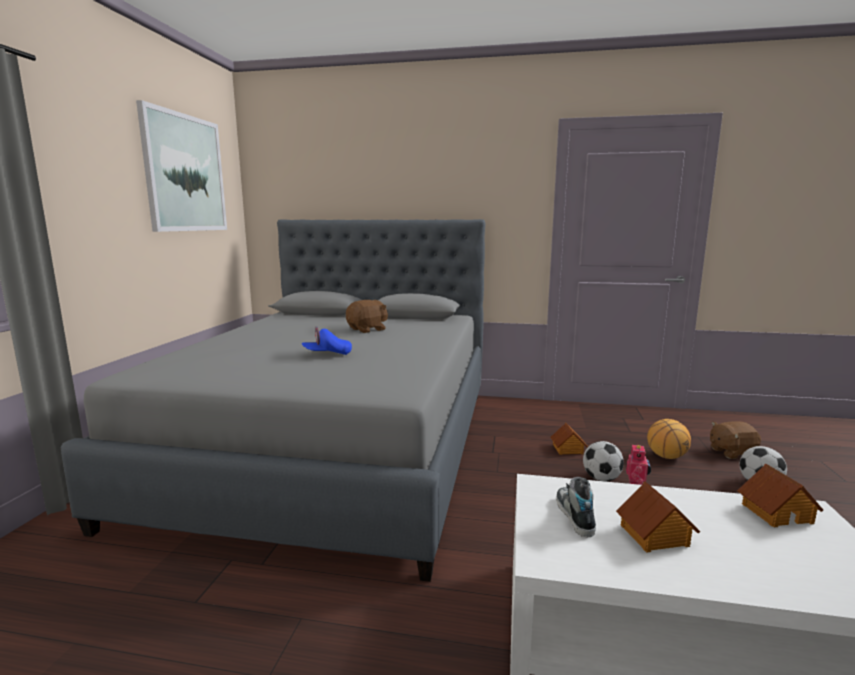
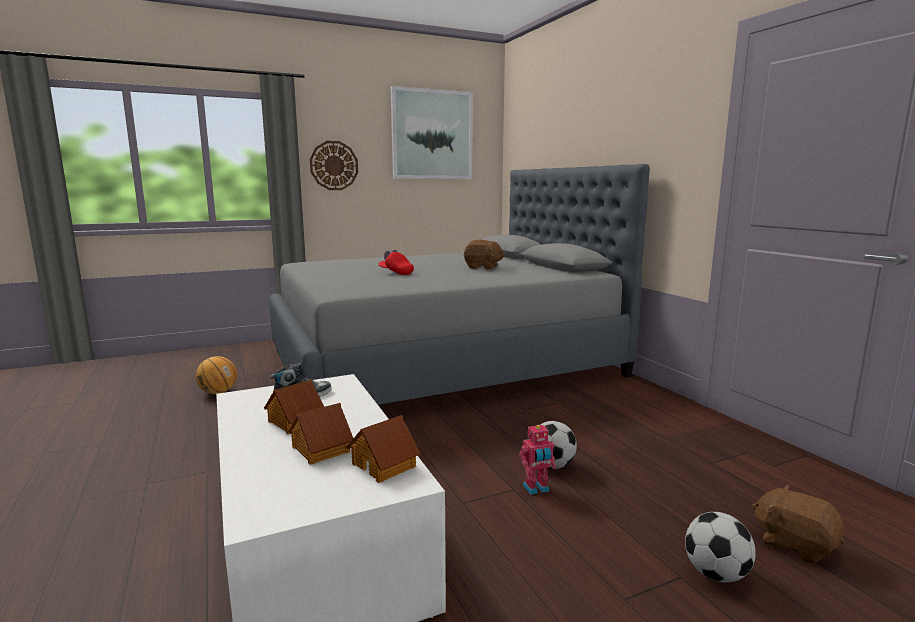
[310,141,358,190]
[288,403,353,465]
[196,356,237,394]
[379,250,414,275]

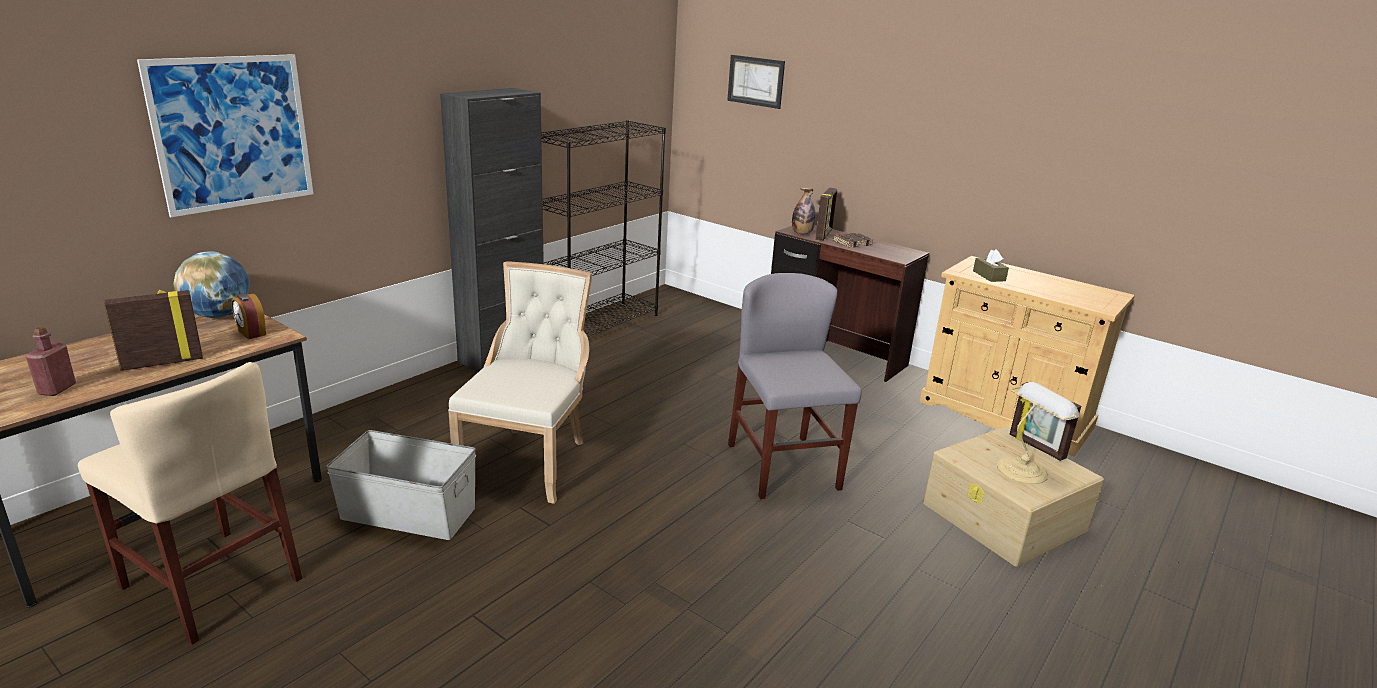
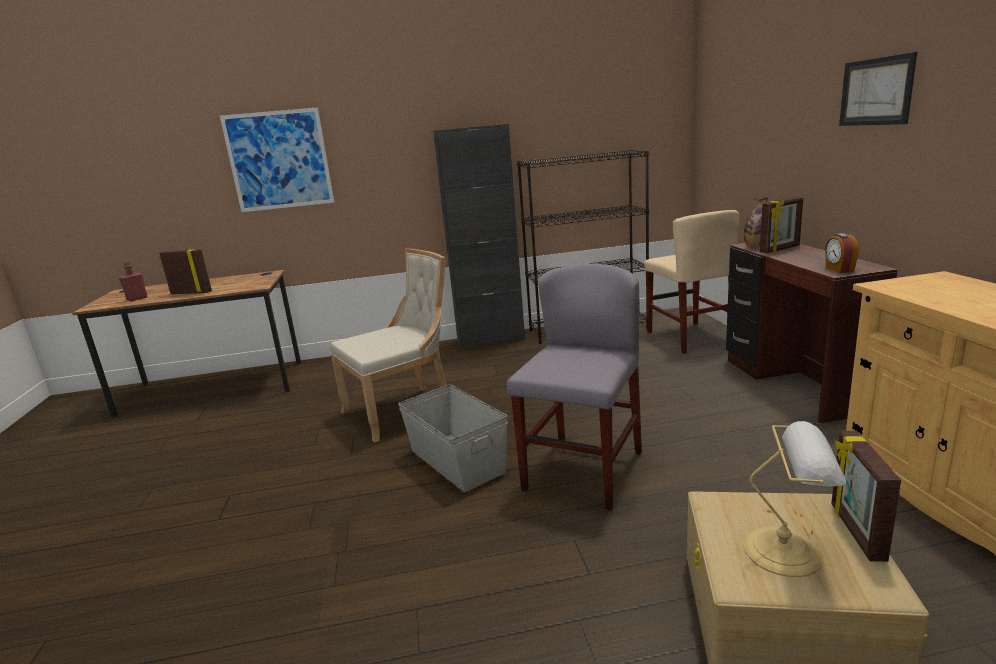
[173,251,250,318] (first image)
[833,233,874,248] (first image)
[973,249,1009,282] (first image)
[644,210,739,354]
[825,233,859,273]
[398,385,508,492]
[839,52,917,126]

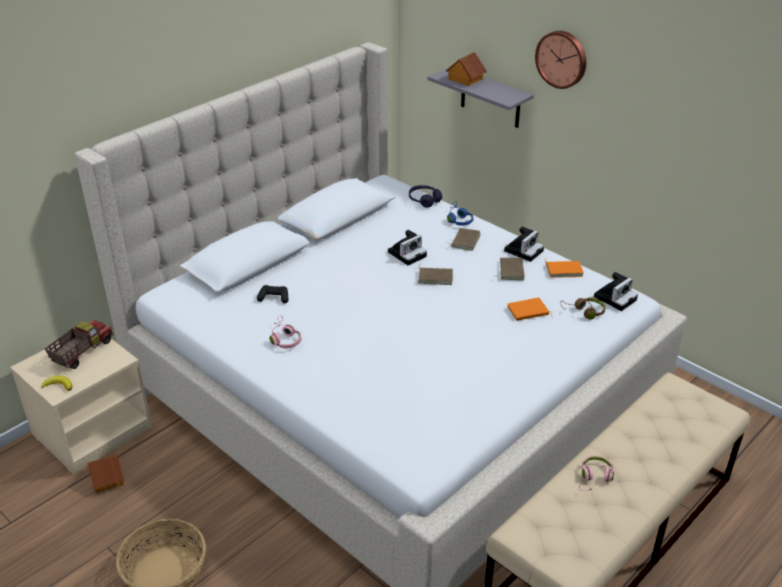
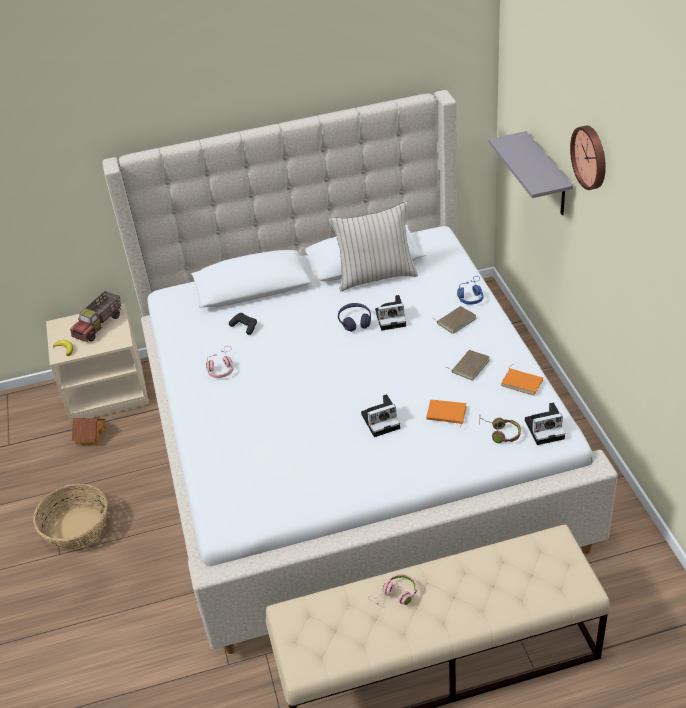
[418,264,453,285] (first image)
[446,52,487,86] (first image)
[329,202,418,291]
[338,303,371,332]
[361,394,400,437]
[70,291,121,342]

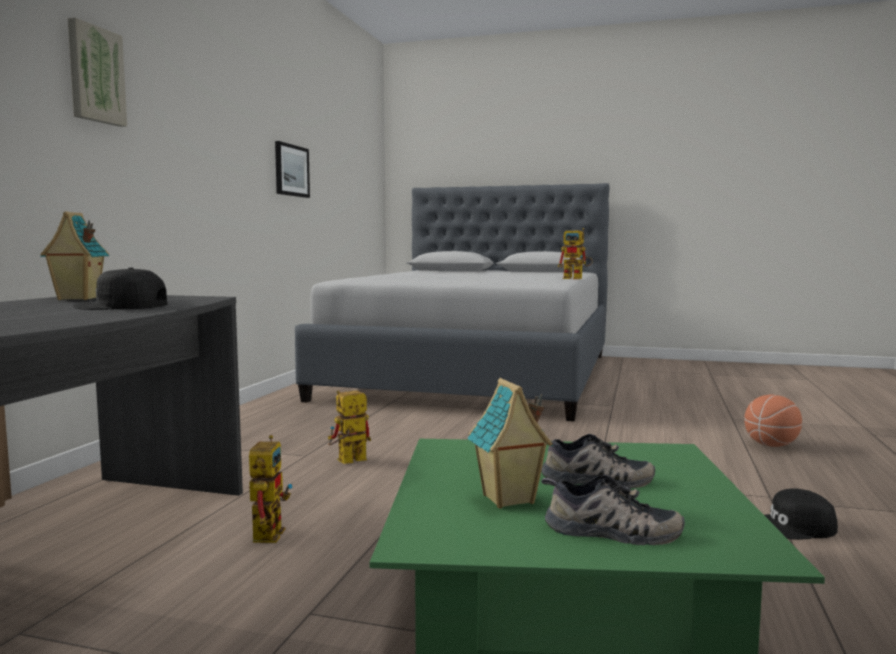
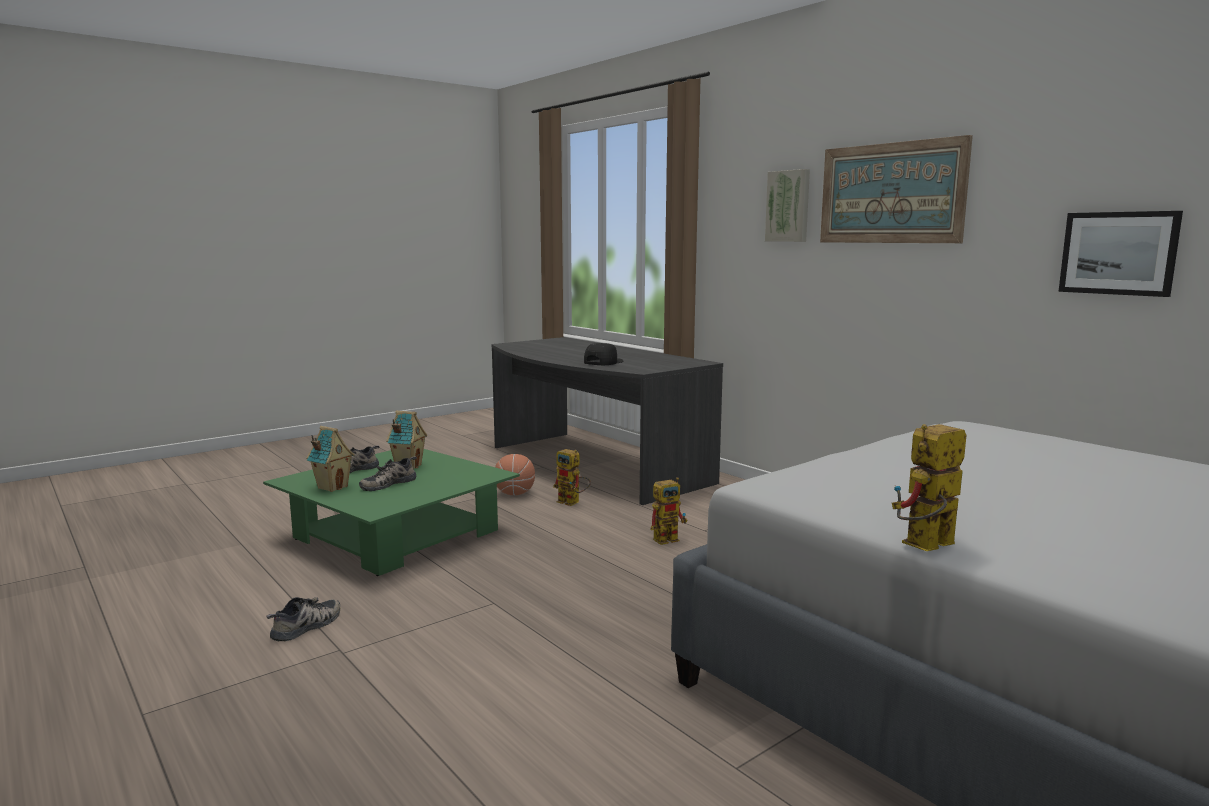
[820,135,973,243]
[306,426,355,492]
[495,454,535,495]
[266,597,340,641]
[650,477,687,545]

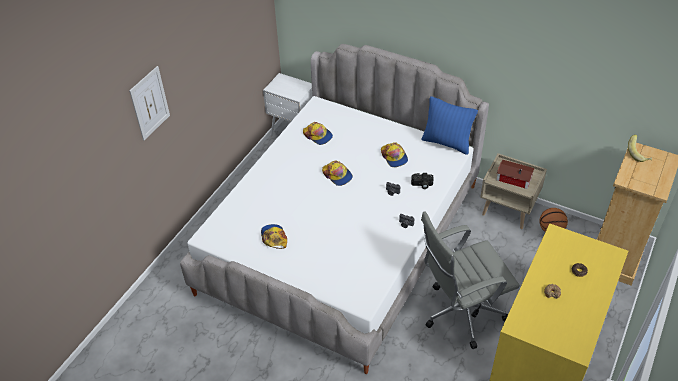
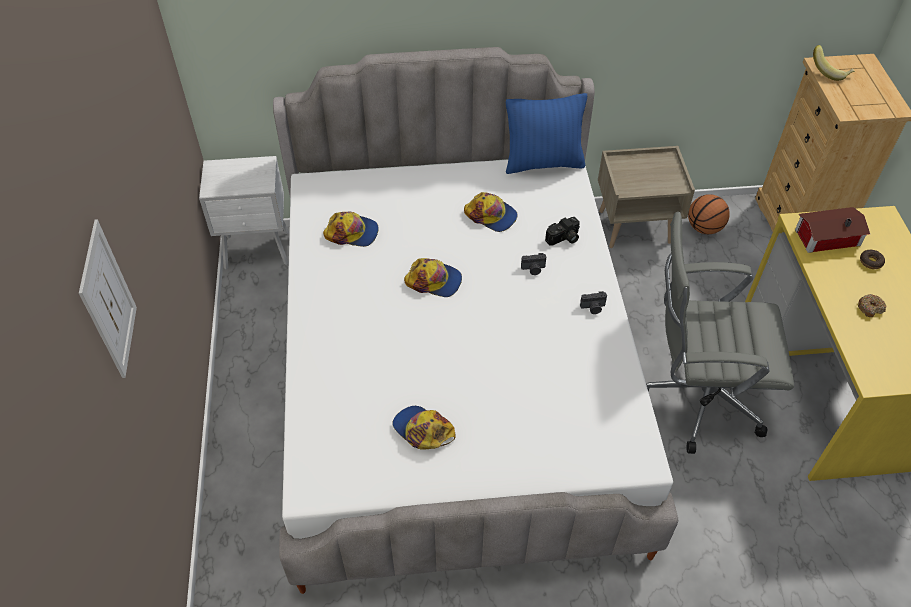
[795,207,870,253]
[646,212,794,454]

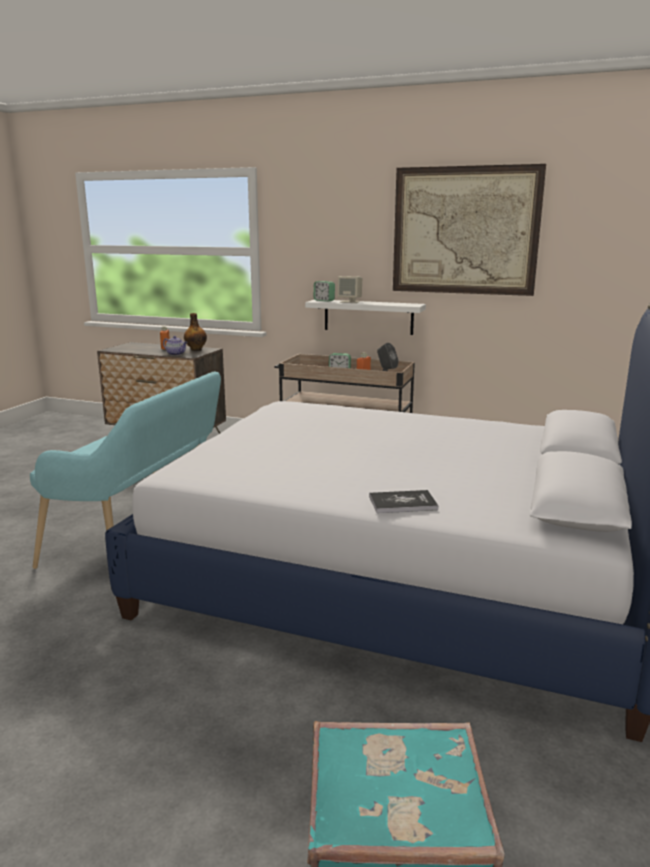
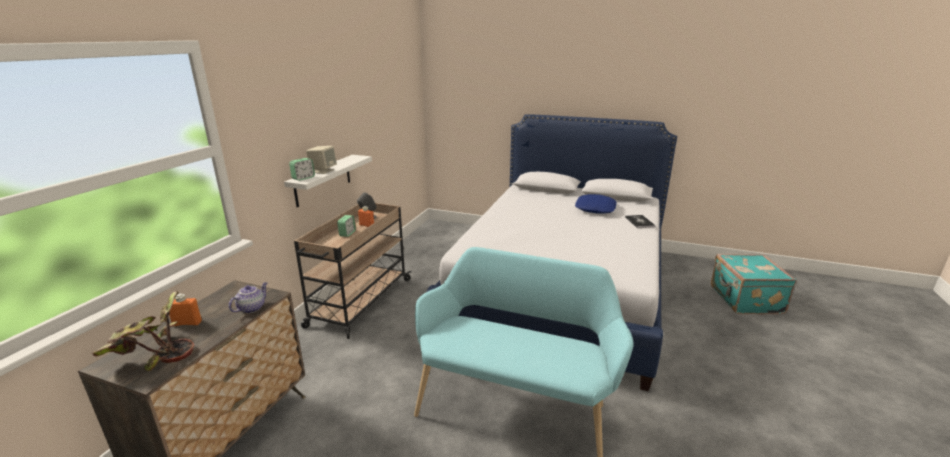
[184,313,207,351] (first image)
[393,164,546,296] (first image)
[92,291,194,371]
[575,194,617,214]

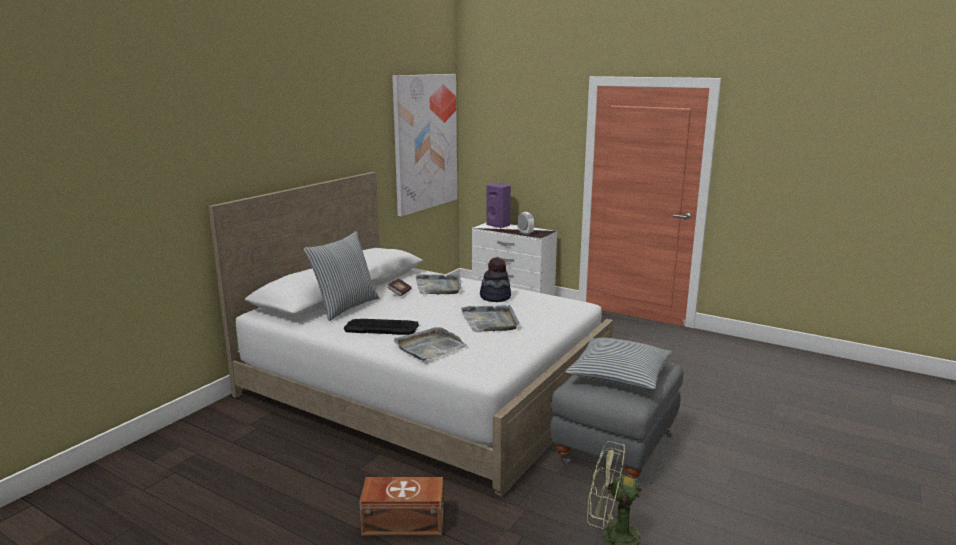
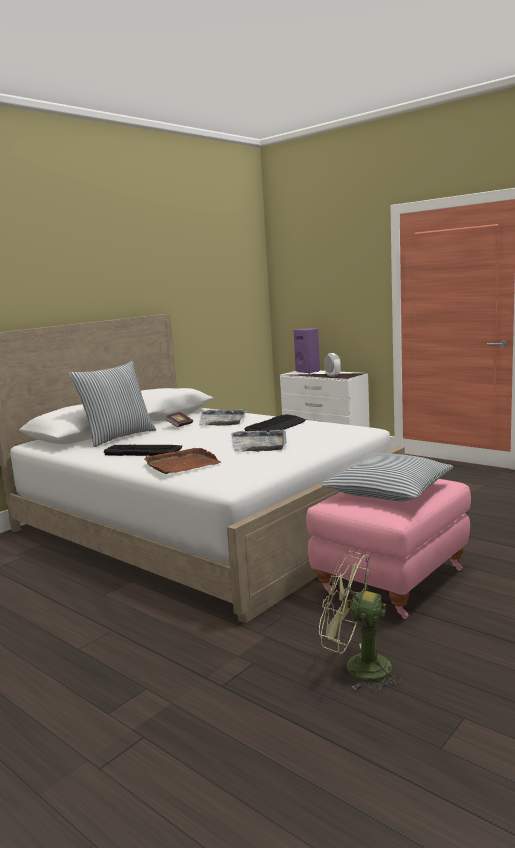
[359,477,444,535] (first image)
[392,74,457,216] (first image)
[244,414,306,432]
[144,448,221,474]
[306,479,471,619]

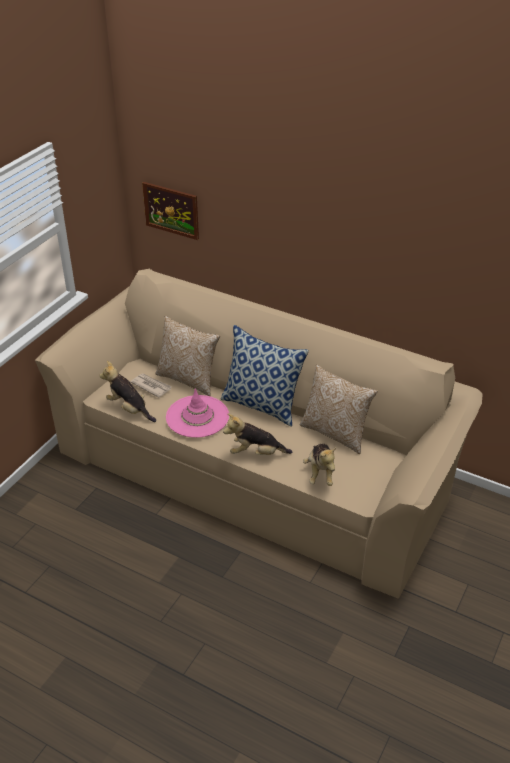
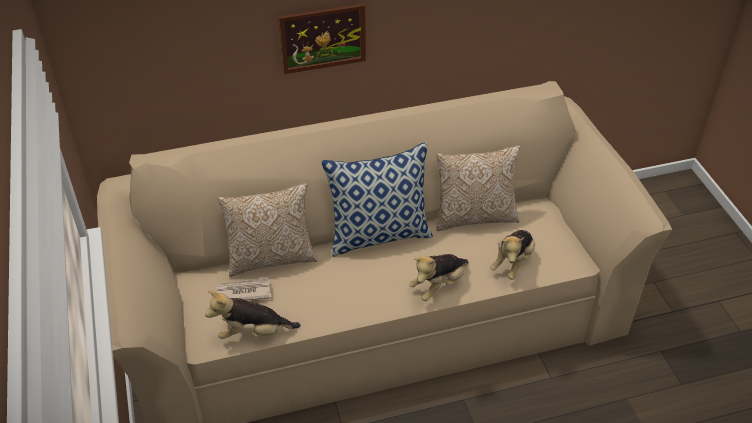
[166,389,229,438] (first image)
[278,4,366,74]
[490,230,535,280]

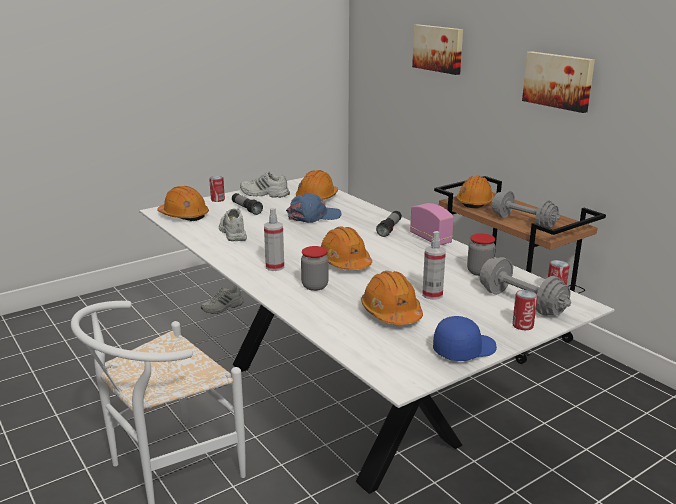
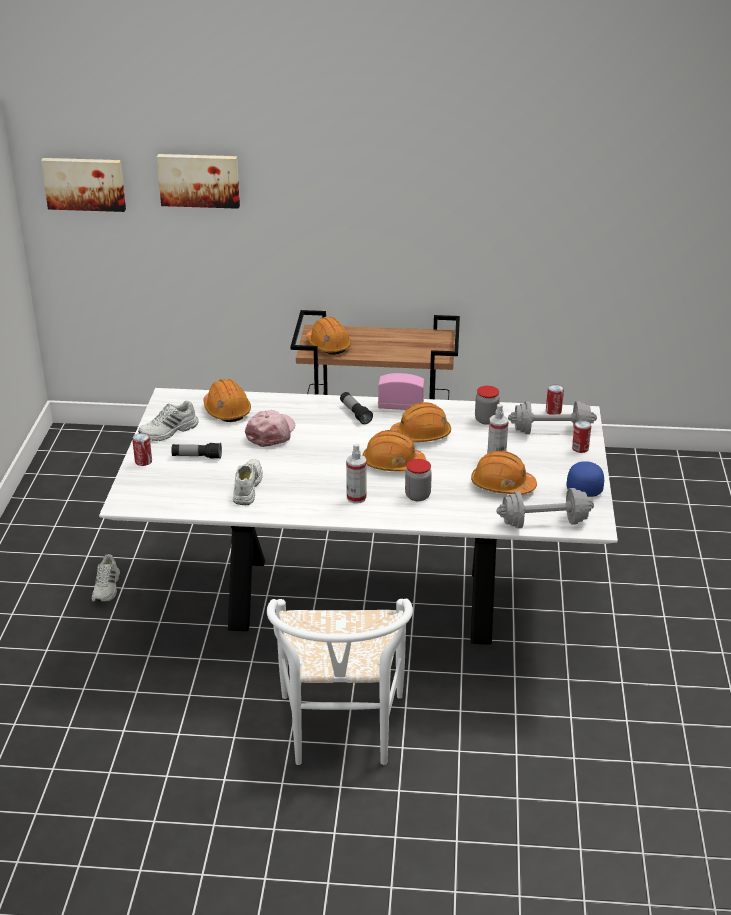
[390,402,451,442]
[497,488,594,528]
[41,158,126,212]
[245,410,295,447]
[233,459,263,505]

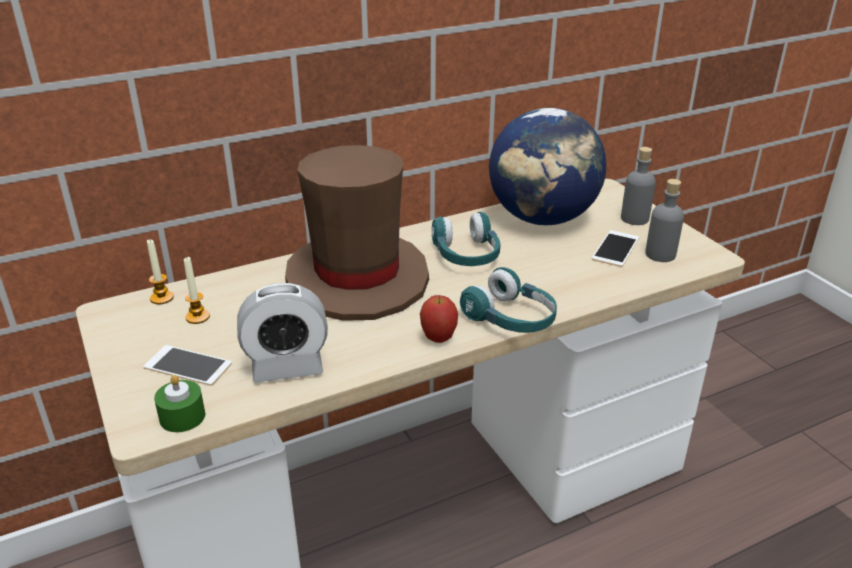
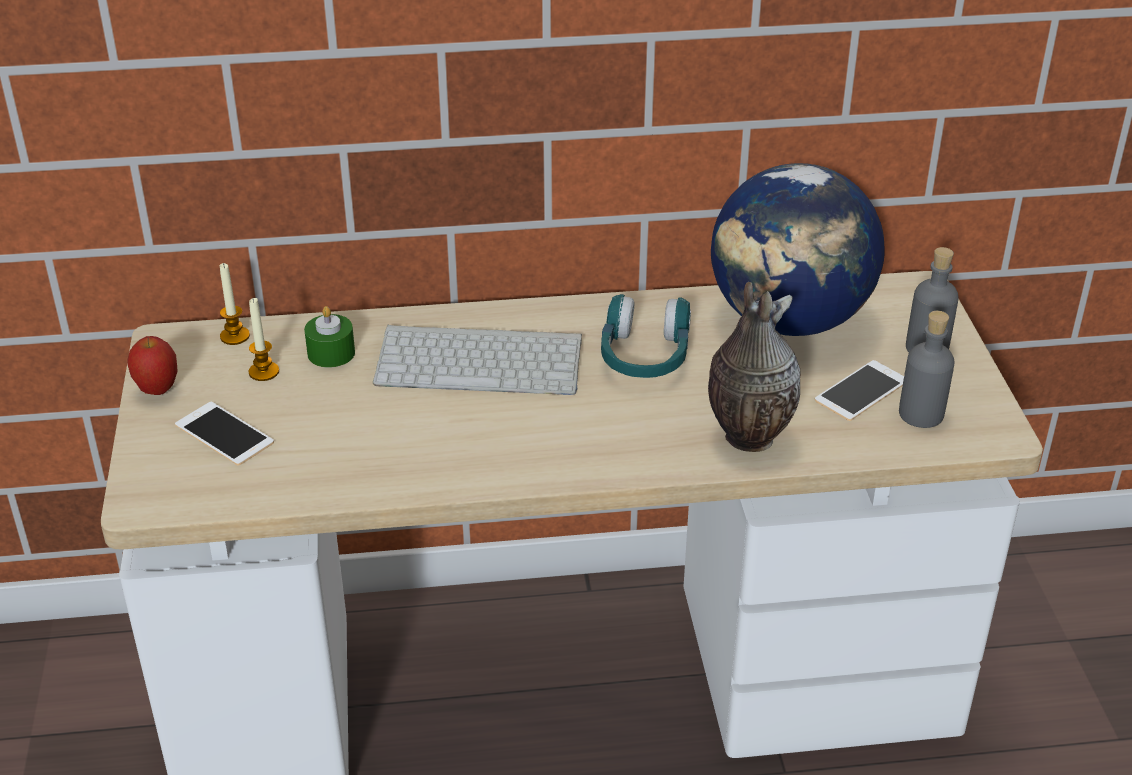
[237,283,328,383] (first image)
[460,267,557,333] (first image)
[708,282,801,452]
[304,306,355,368]
[128,336,177,395]
[373,325,582,395]

